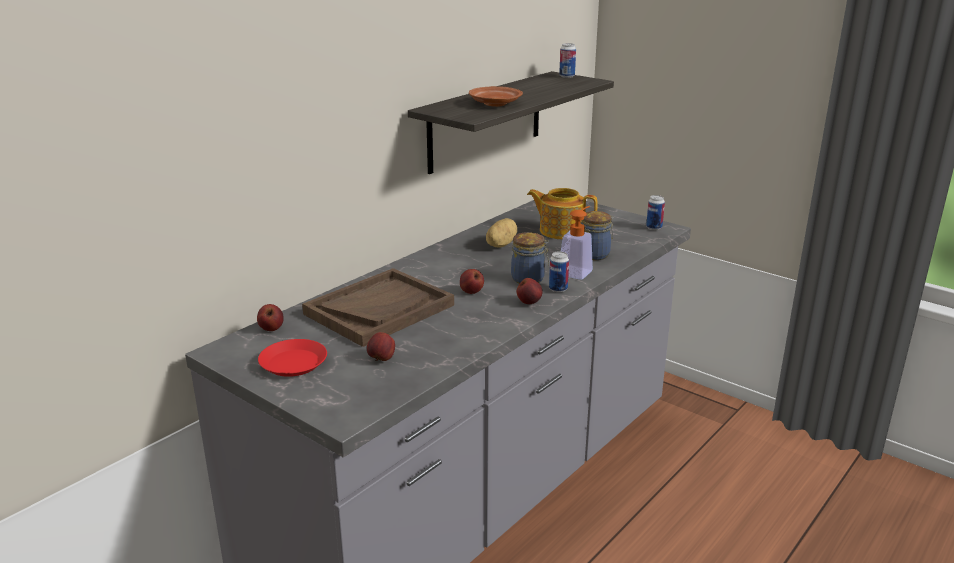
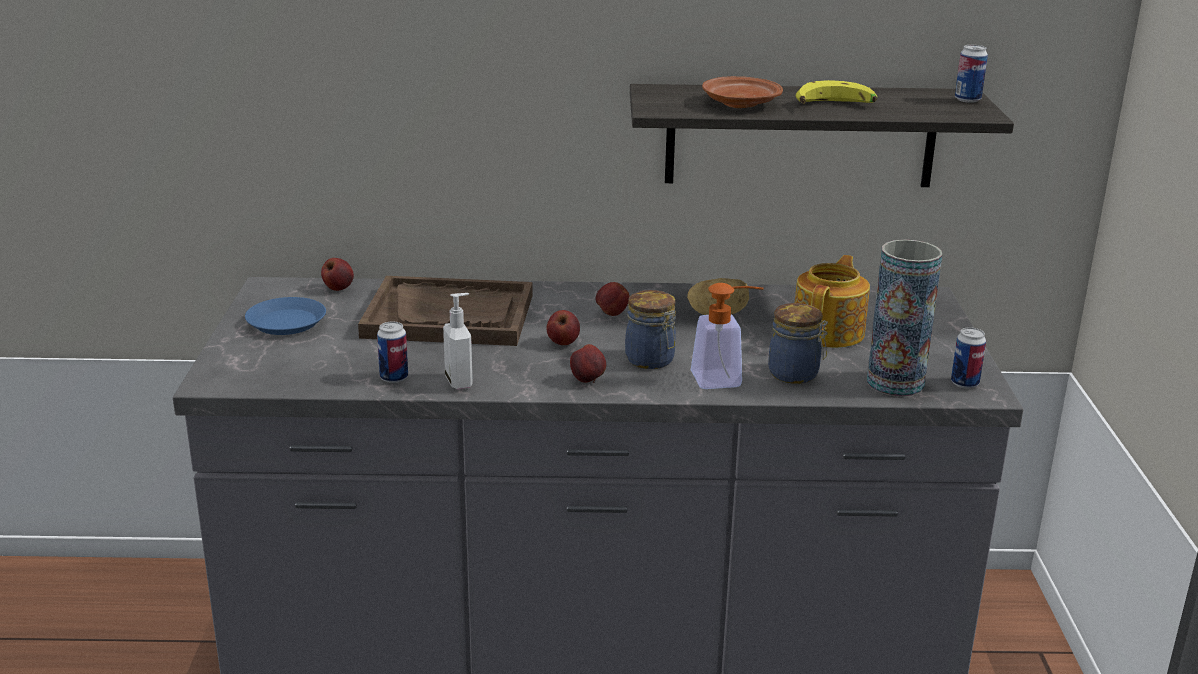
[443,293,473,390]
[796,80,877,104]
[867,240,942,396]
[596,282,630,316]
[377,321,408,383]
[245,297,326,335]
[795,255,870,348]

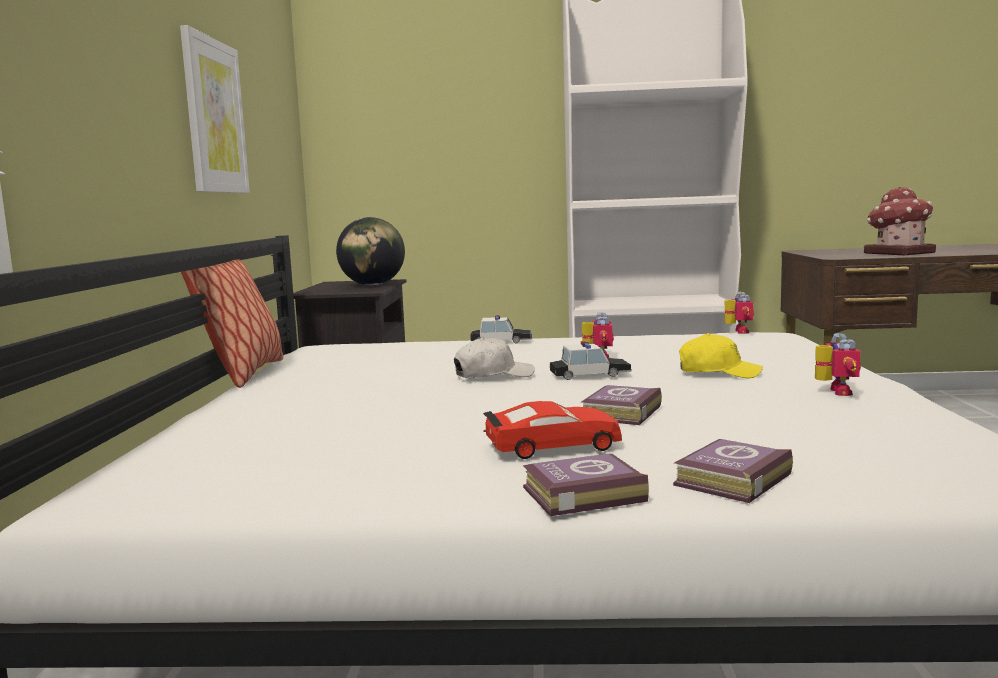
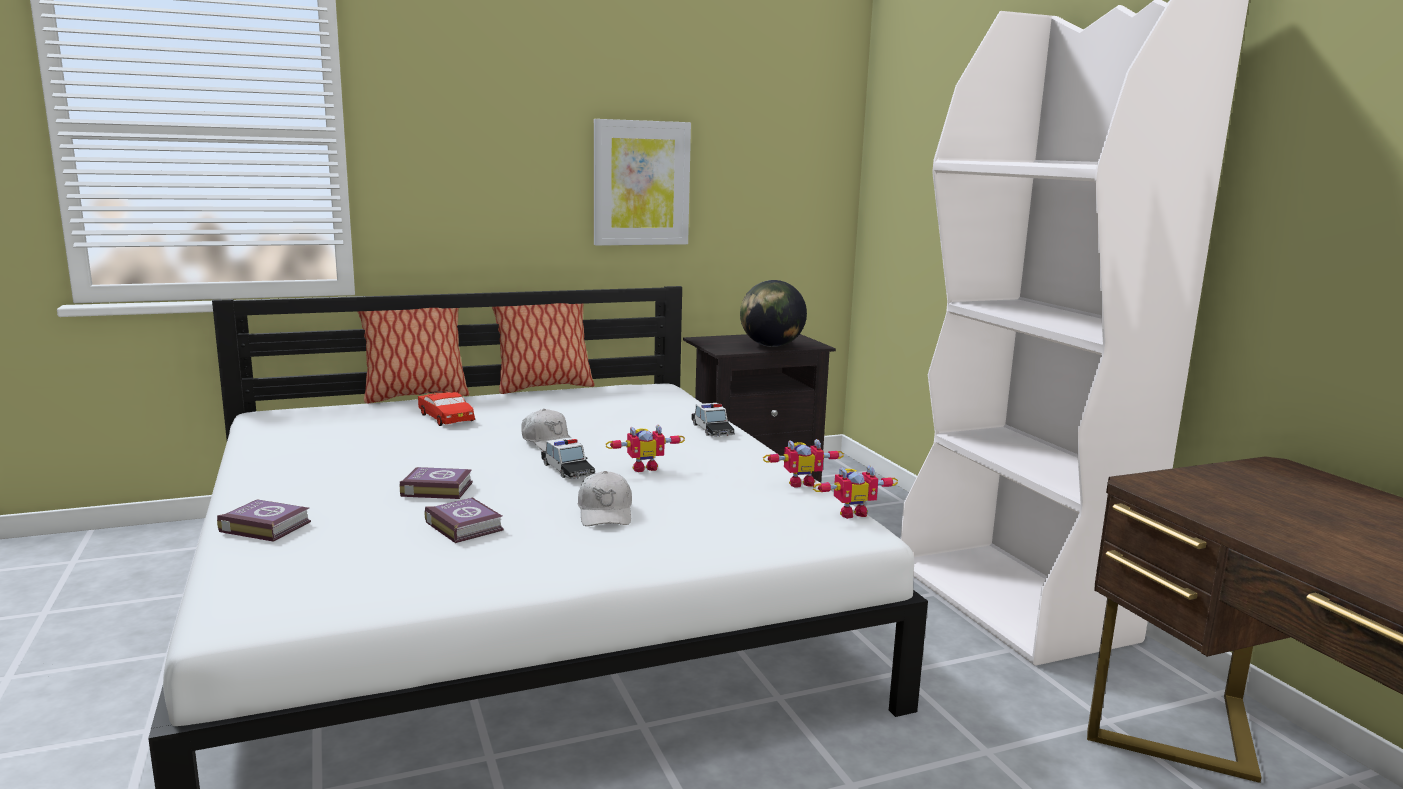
[864,187,936,255] (first image)
[357,308,469,404]
[418,390,475,426]
[425,498,504,543]
[763,439,844,488]
[578,471,632,526]

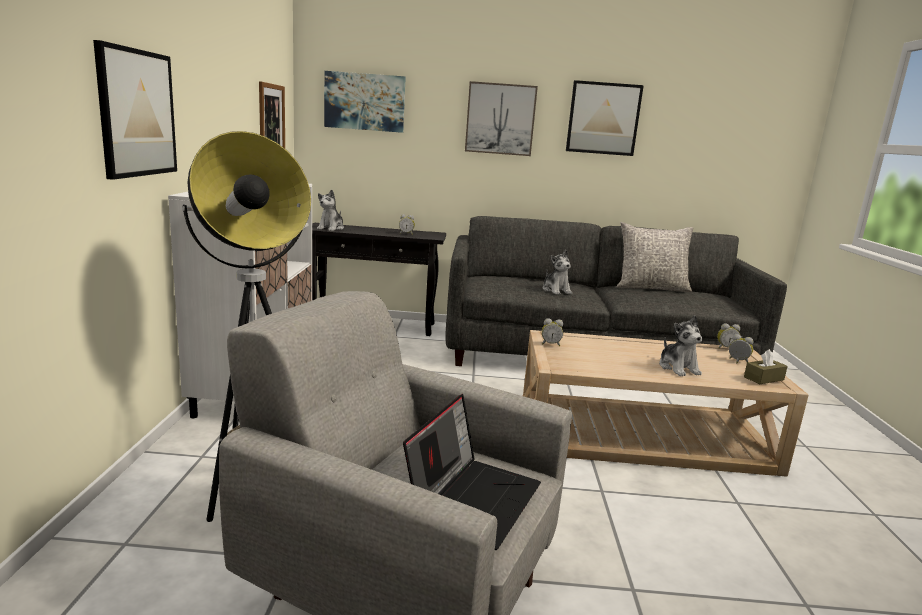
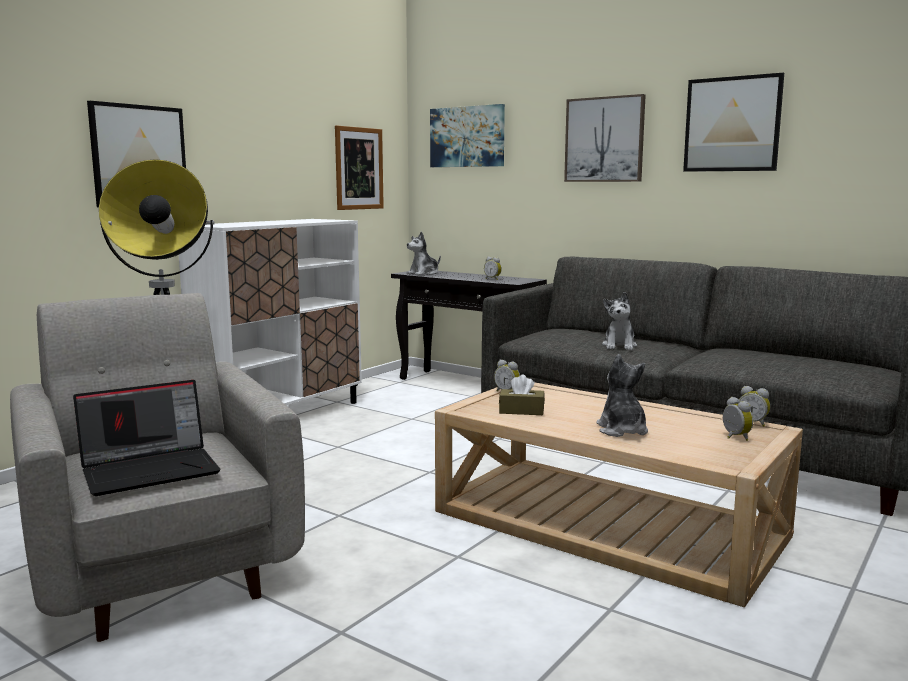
[617,222,693,292] (first image)
[499,374,545,415]
[596,354,648,437]

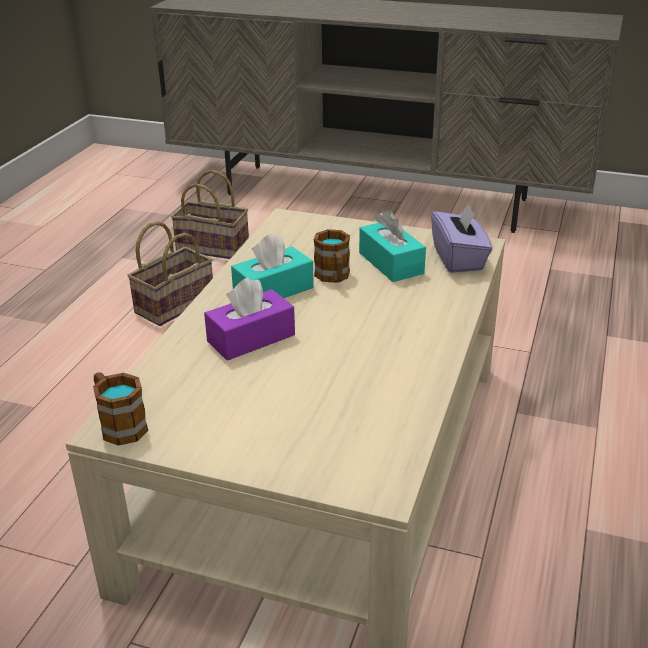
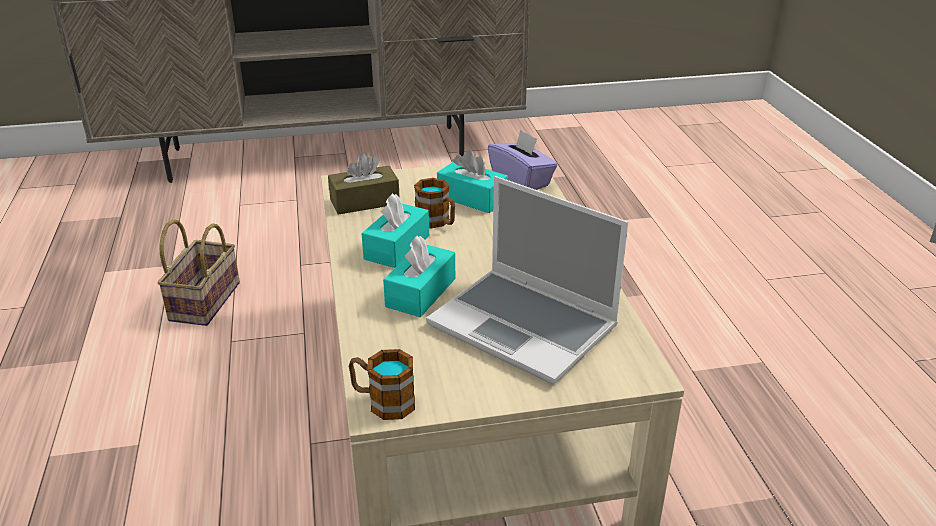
[171,170,249,259] (first image)
[328,153,399,215]
[426,176,628,384]
[383,236,455,317]

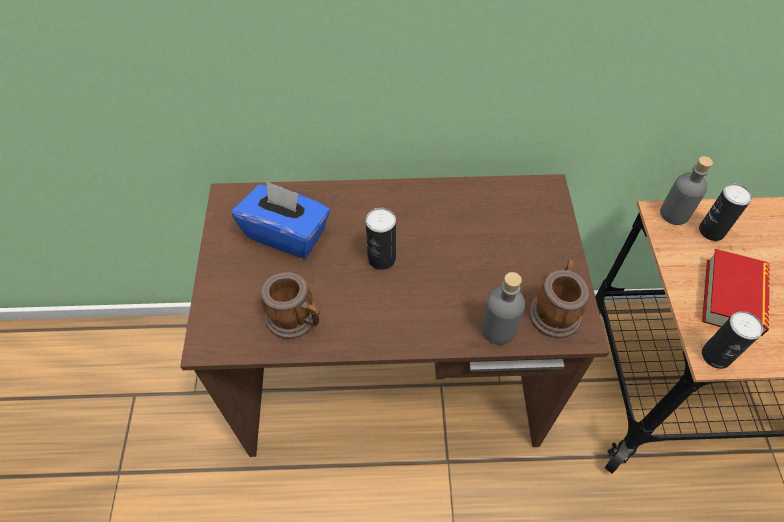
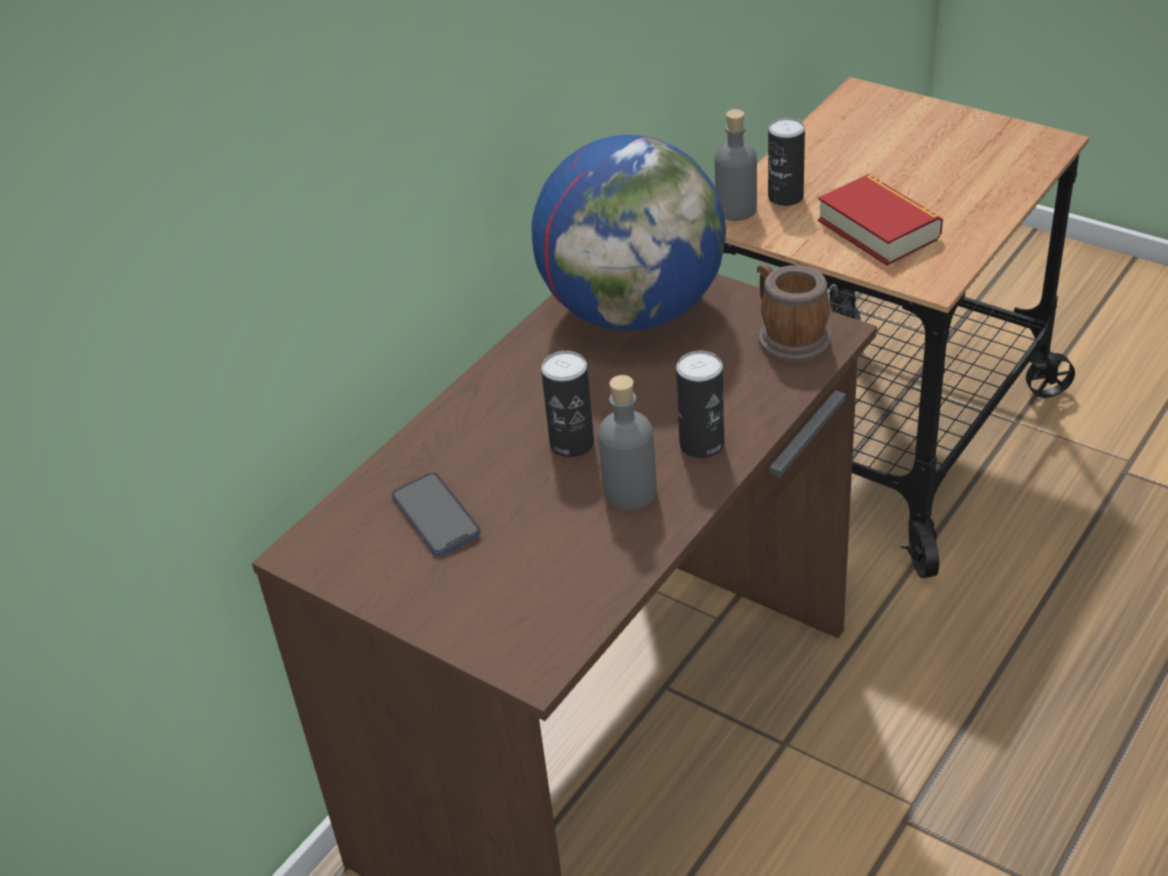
[261,272,320,339] (first image)
[531,135,726,331]
[598,375,657,510]
[676,351,724,458]
[392,472,481,556]

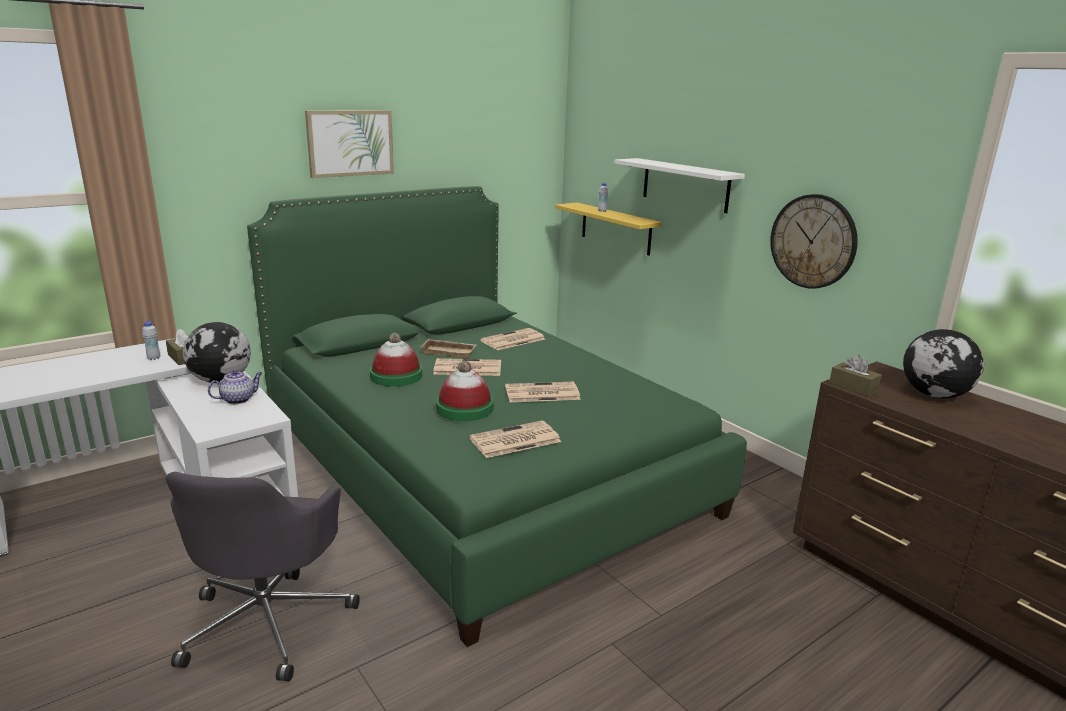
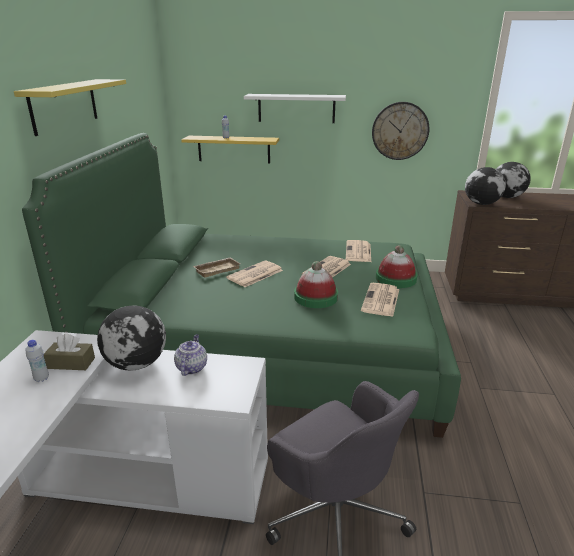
[376,245,417,288]
[346,240,371,262]
[14,79,126,136]
[465,167,506,205]

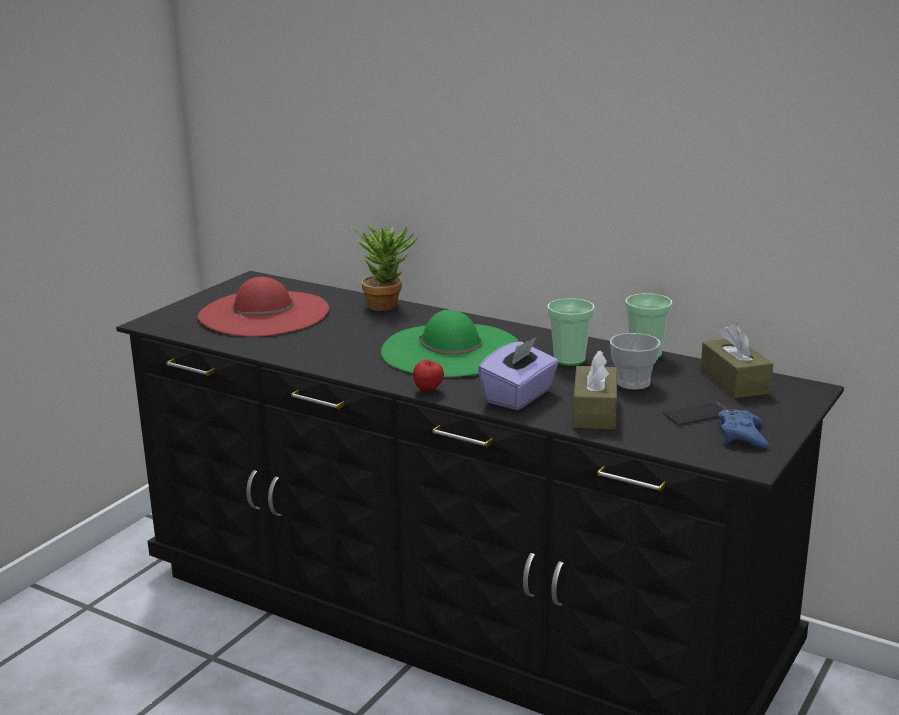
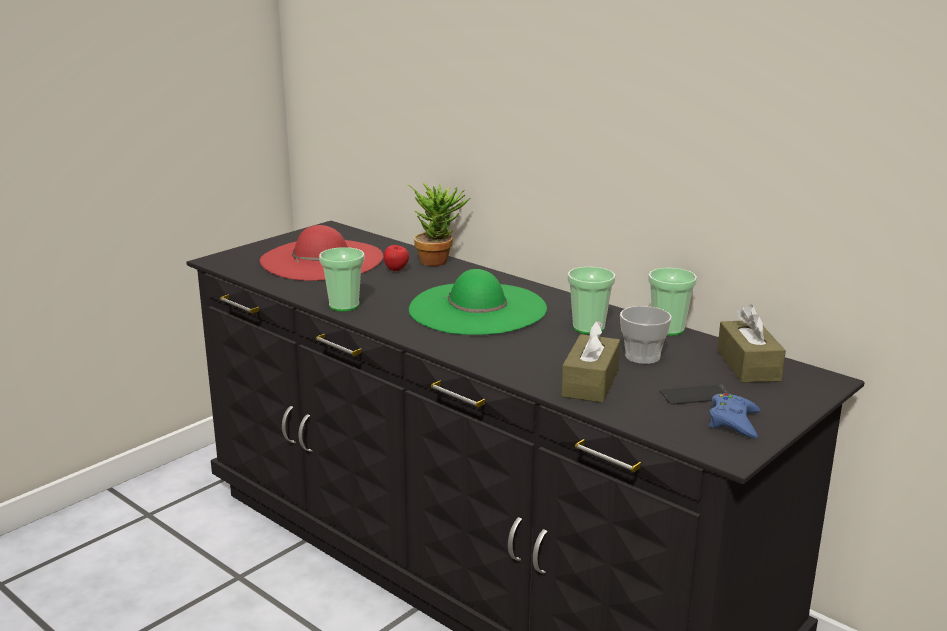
[478,337,559,410] (first image)
[319,247,365,311]
[384,245,409,271]

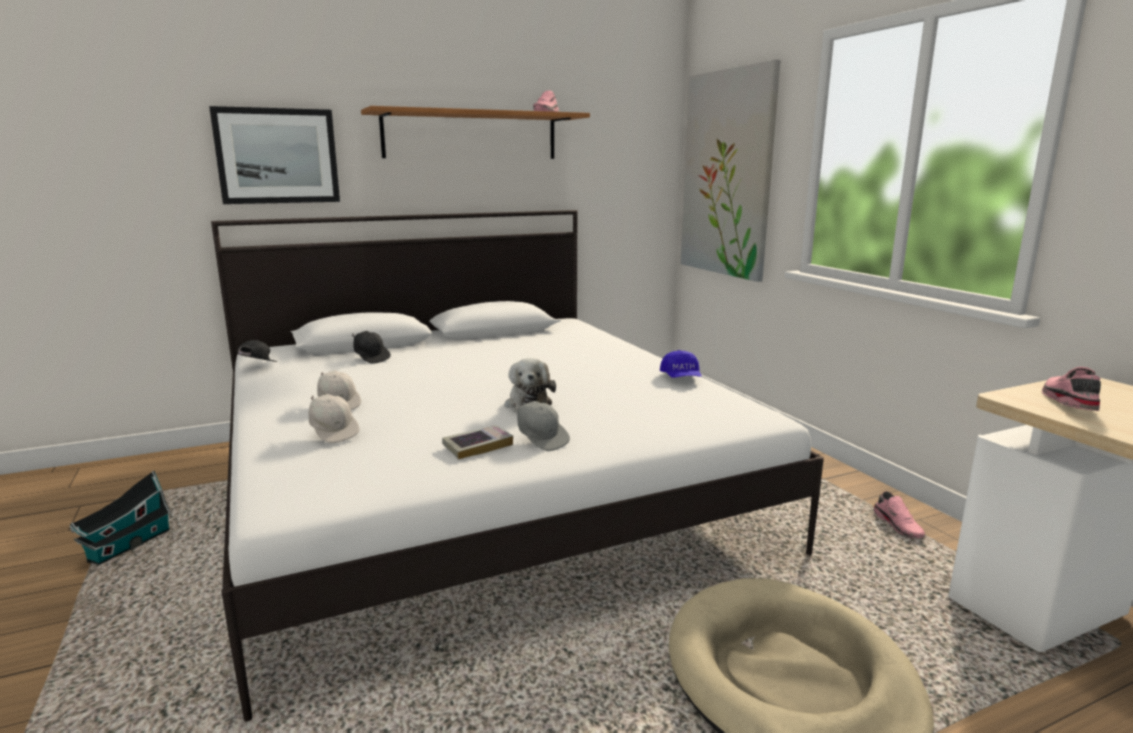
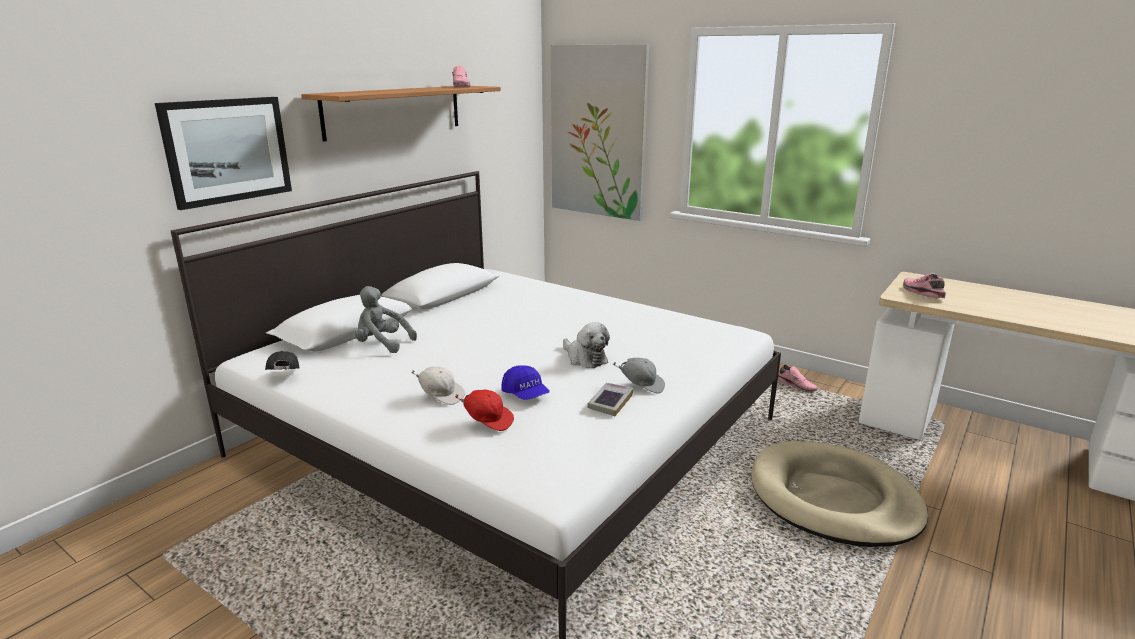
[70,471,171,565] (first image)
[501,365,550,400]
[355,286,417,353]
[455,390,514,431]

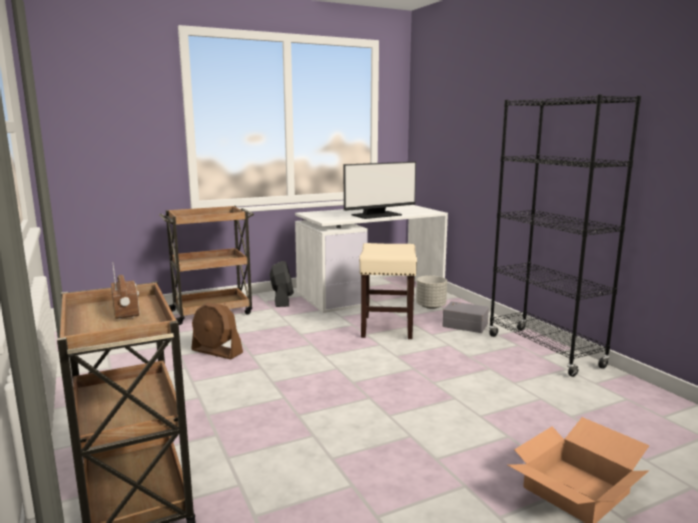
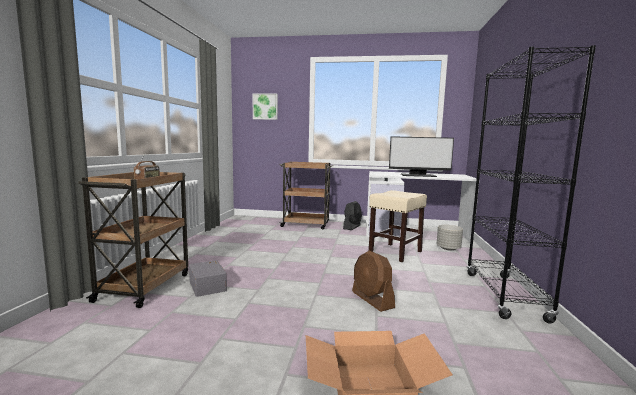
[253,94,278,120]
[352,251,395,312]
[189,260,227,297]

